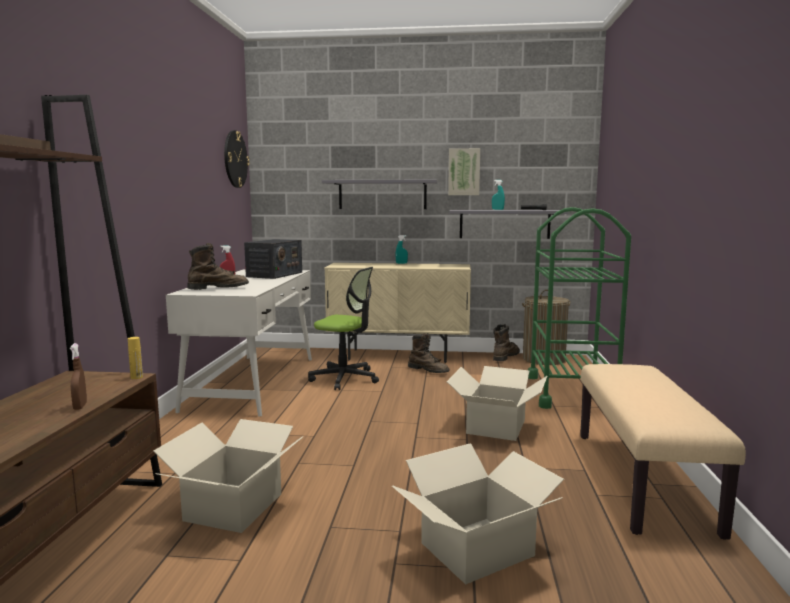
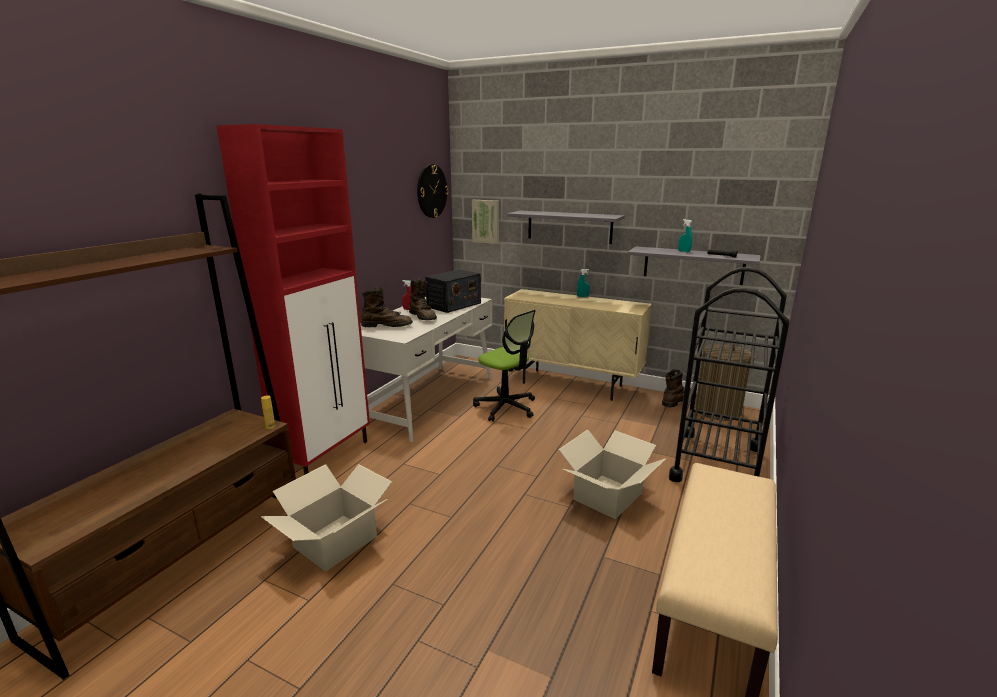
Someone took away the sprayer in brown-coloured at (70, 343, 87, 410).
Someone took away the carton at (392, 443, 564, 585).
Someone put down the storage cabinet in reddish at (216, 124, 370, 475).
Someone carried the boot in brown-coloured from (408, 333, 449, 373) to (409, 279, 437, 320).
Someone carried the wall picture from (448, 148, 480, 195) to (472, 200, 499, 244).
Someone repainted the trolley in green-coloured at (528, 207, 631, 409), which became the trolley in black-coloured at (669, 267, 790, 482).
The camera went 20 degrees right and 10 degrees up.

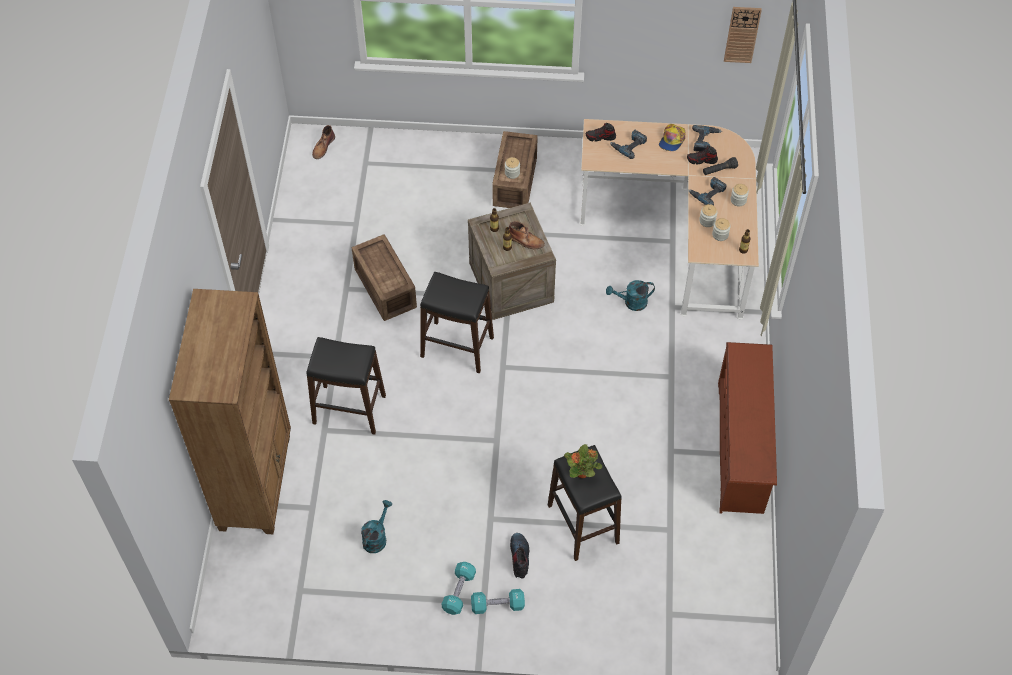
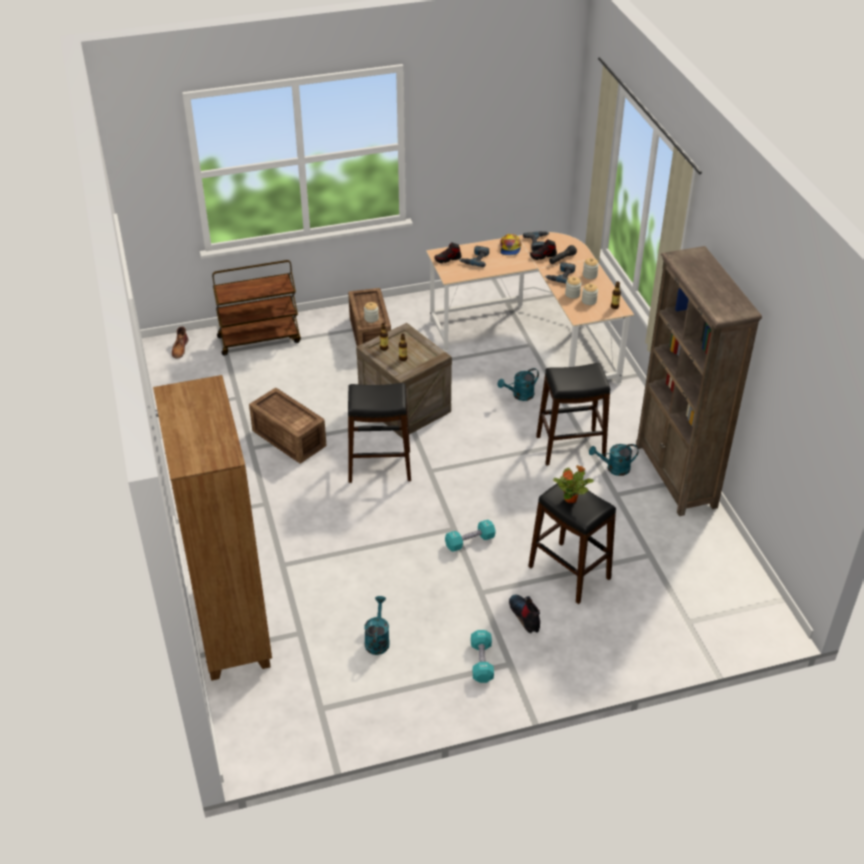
Someone took away the boot in brown-coloured at (509, 221, 545, 249).
Someone took away the wall clock at (724, 7, 762, 63).
Someone put down the trolley in brown-coloured at (212, 260, 301, 356).
Someone put down the watering can in turquoise-coloured at (589, 444, 638, 476).
Someone carried the sitting stool in black-coloured from (306, 337, 386, 435) to (536, 363, 610, 466).
Someone carried the hand weight in turquoise-coloured from (471, 589, 525, 614) to (445, 520, 496, 551).
Someone swapped the shoe shelf in brown-coloured at (718, 342, 777, 514) for the bookcase in brown-coloured at (636, 246, 762, 516).
The camera went 20 degrees left and 15 degrees down.

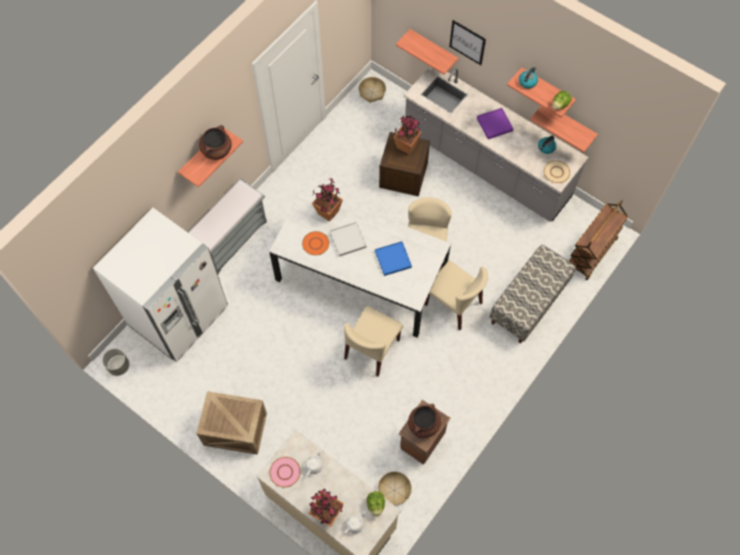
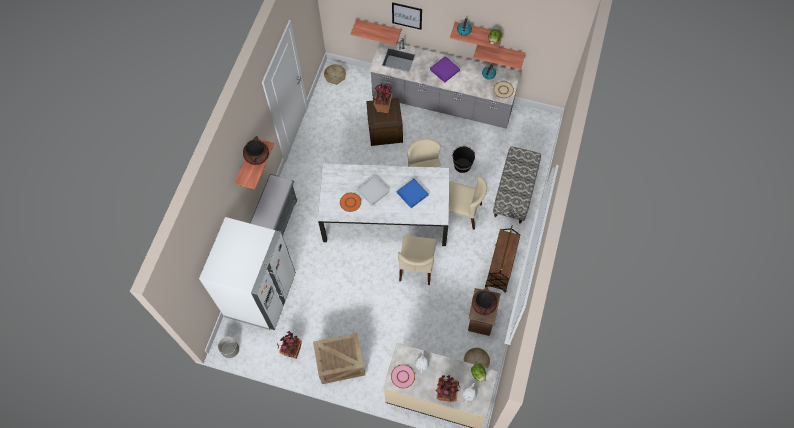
Someone put down the bucket in black-coloured at (452, 146, 475, 173).
Someone carried the houseplant from (312, 178, 343, 222) to (277, 331, 302, 359).
Someone carried the trolley in brown-coloured from (569, 200, 628, 280) to (485, 226, 520, 293).
The camera went 20 degrees left and 0 degrees up.

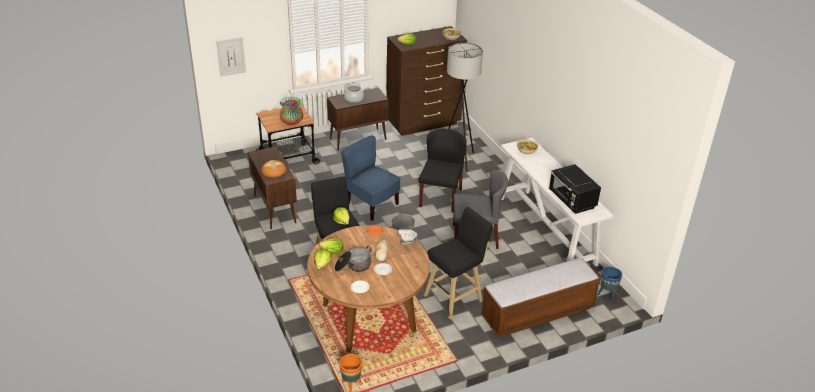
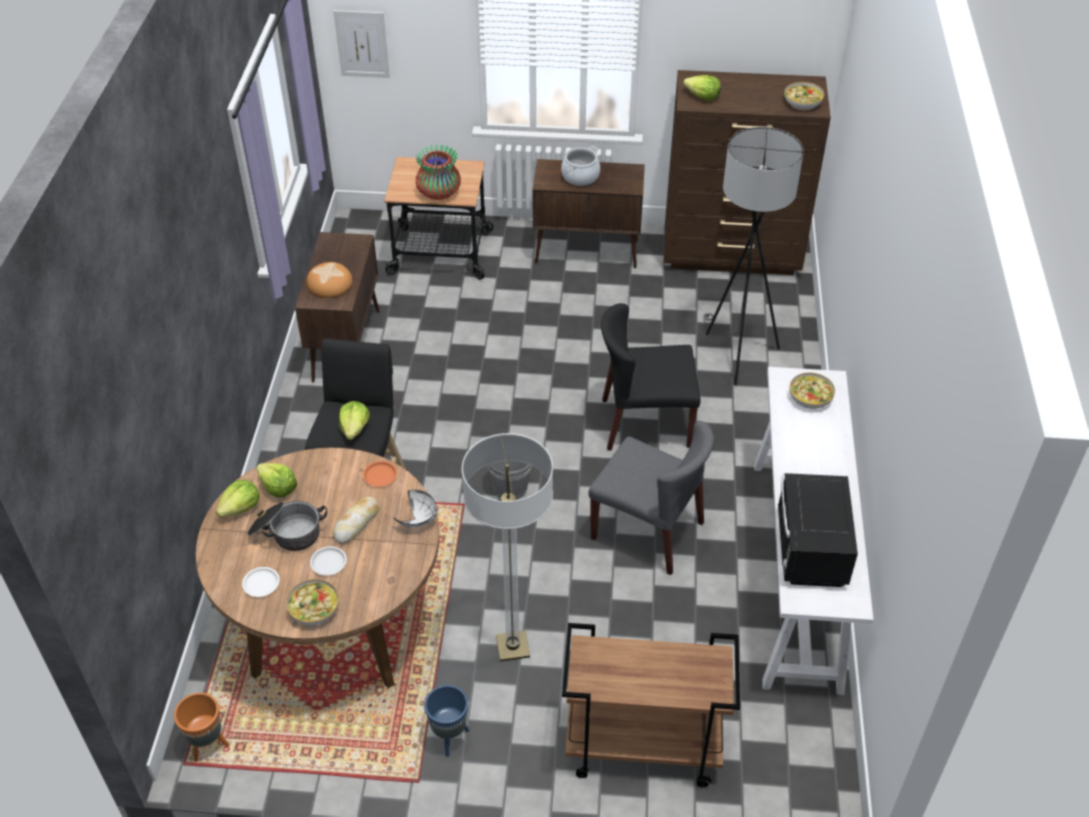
Someone took away the upright chair in blue-coloured at (341, 135, 400, 221).
Someone put down the deep dish at (286, 579, 339, 625).
Someone carried the plant pot in blue-coloured from (597, 267, 622, 302) to (424, 685, 469, 757).
Someone swapped the sitting stool in black-coloured at (424, 207, 493, 319) for the standing lamp at (462, 433, 553, 662).
Someone swapped the long seat at (481, 258, 601, 337) for the trolley in brown-coloured at (562, 623, 740, 787).
Someone rotated the upright chair in black-coloured at (418, 129, 467, 213) by 135 degrees counterclockwise.
The camera went 30 degrees right and 10 degrees up.

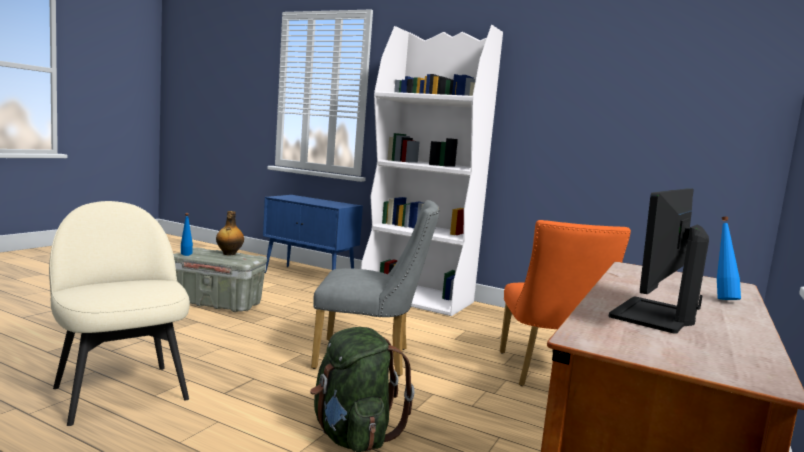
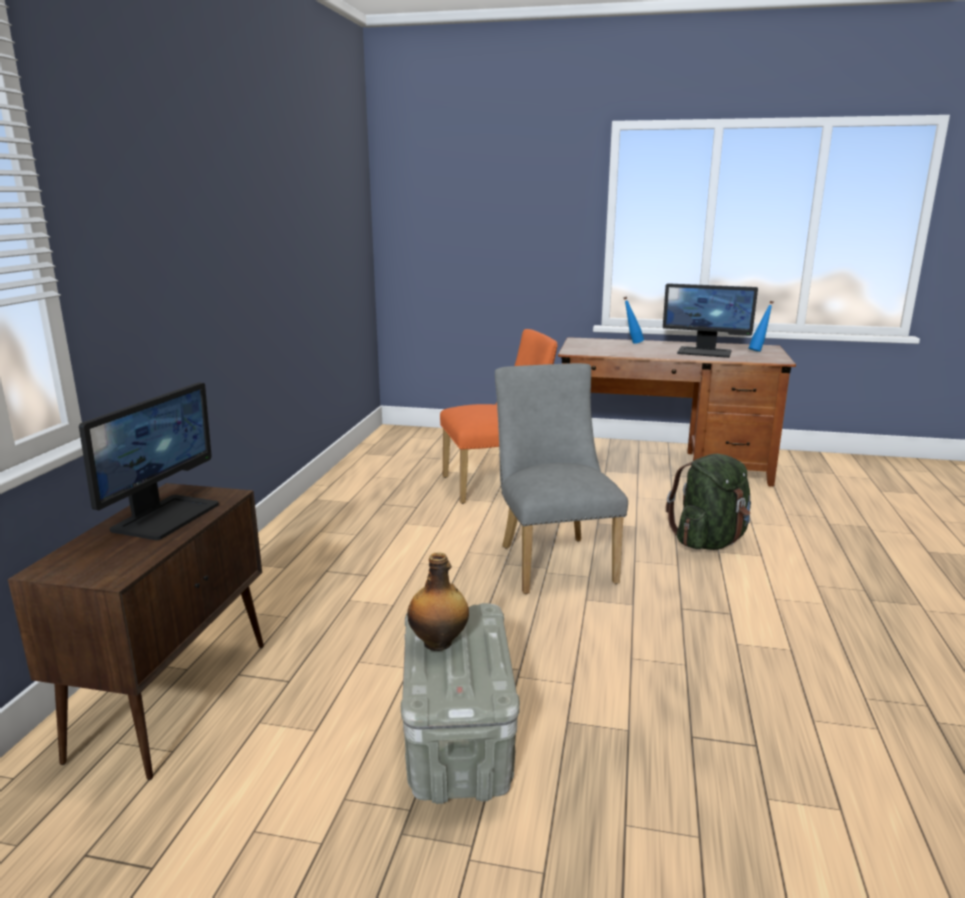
Someone took away the upright chair in sand-coloured at (49, 201, 190, 426).
Someone took away the bookcase in white at (361, 25, 503, 316).
Someone put down the monitor at (79, 382, 219, 540).
Someone carried the beverage bottle in blue-coloured from (181, 213, 193, 256) to (749, 301, 773, 352).
Someone repainted the storage cabinet in blue-coloured at (263, 195, 363, 273), which became the storage cabinet in brown-coloured at (8, 483, 264, 780).
The camera went 105 degrees left and 10 degrees up.

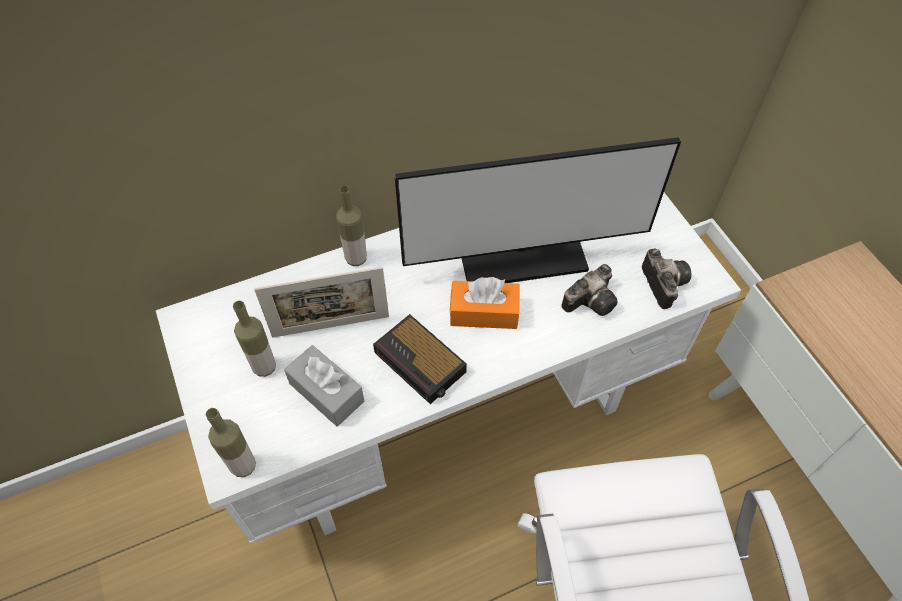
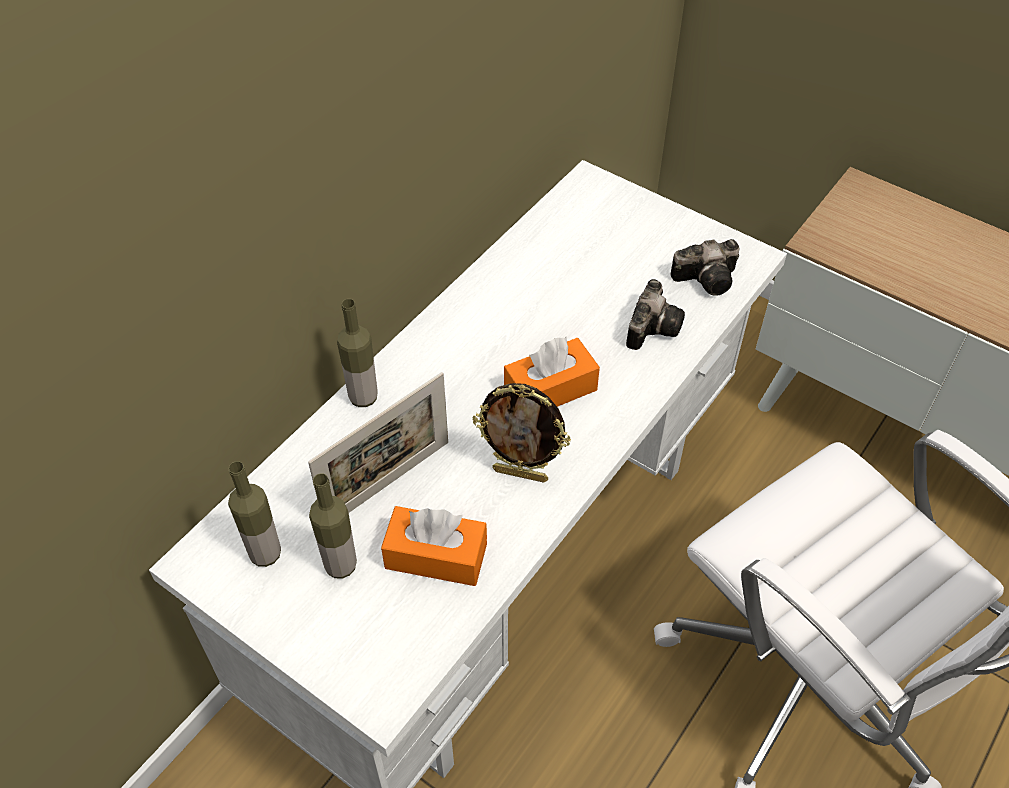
Someone took away the monitor at (394, 137, 681, 283).
Someone carried the beverage bottle from (206, 408, 256, 477) to (228, 461, 281, 567).
Someone swapped the bedside clock at (373, 314, 467, 404) for the photo frame at (473, 383, 571, 483).
Someone repainted the box of tissues in gray at (284, 345, 364, 427), which became the box of tissues in orangey at (381, 506, 487, 586).
Someone rotated the photo camera at (642, 249, 691, 309) by 120 degrees clockwise.
The camera went 30 degrees left and 5 degrees down.

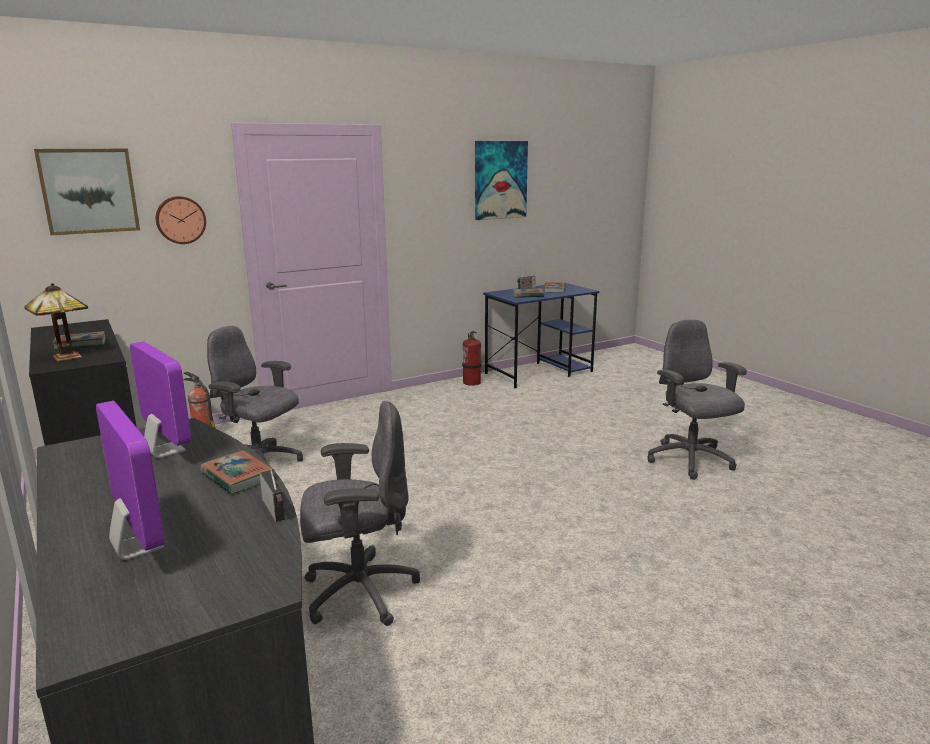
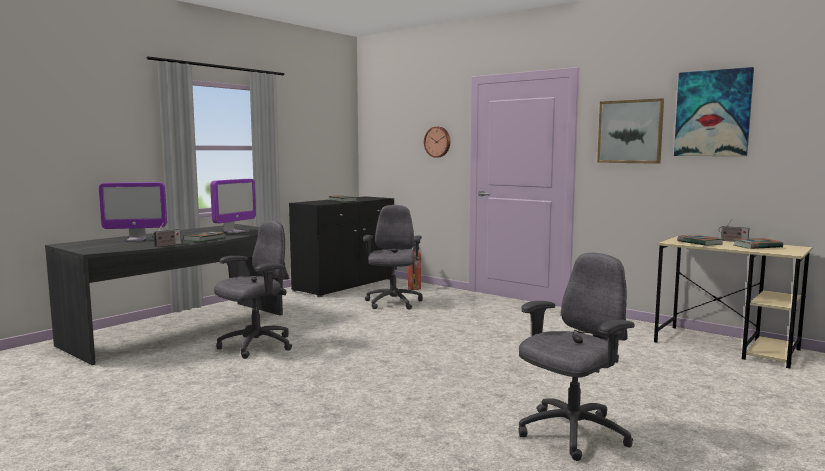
Someone took away the lamp for a table at (24, 283, 88, 361).
Someone took away the fire-fighting cylinder at (462, 331, 482, 386).
Someone carried the wall picture from (34, 149, 140, 235) to (597, 98, 664, 164).
Someone repainted the desk table in blue-coloured at (483, 283, 600, 389), which became the desk table in sand-coloured at (654, 236, 812, 368).
Someone rotated the monitor at (96, 401, 165, 560) by 45 degrees clockwise.
Someone rotated the desk chair in gray at (300, 401, 420, 626) by 105 degrees counterclockwise.
The camera went 70 degrees right and 10 degrees down.

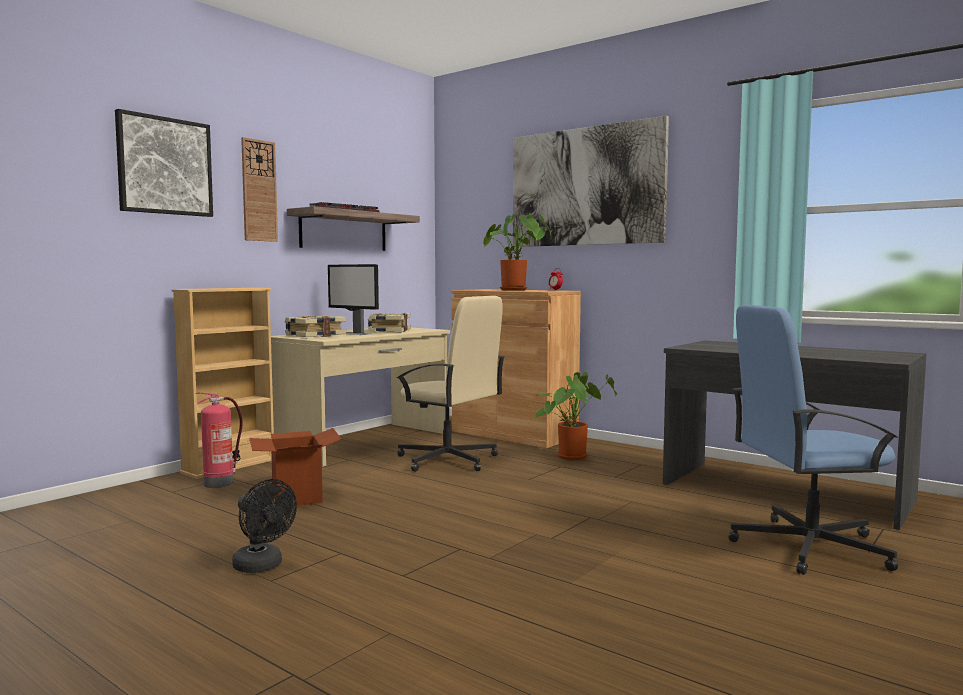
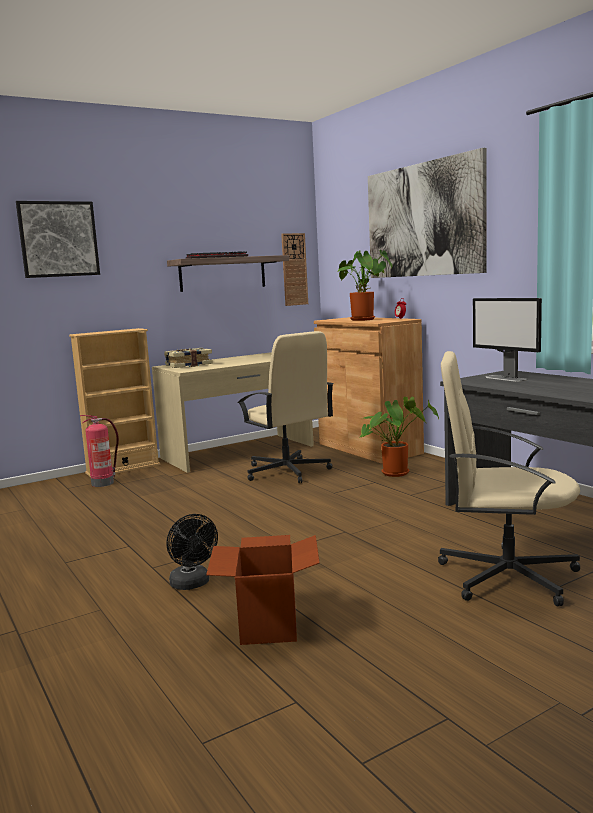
Someone took away the volume at (368, 313, 410, 332).
Someone carried the fan in black-coloured from (232, 479, 297, 573) to (166, 514, 218, 590).
Someone carried the wall clock from (241, 137, 278, 242) to (281, 233, 308, 306).
Someone carried the carton from (249, 428, 342, 506) to (206, 535, 320, 645).
Someone carried the monitor from (328, 264, 379, 335) to (473, 298, 542, 382).
Someone repainted the desk chair in blue-coloured at (728, 305, 899, 575), which became the desk chair in sand-coloured at (438, 351, 580, 606).
The camera went 20 degrees right and 5 degrees up.

